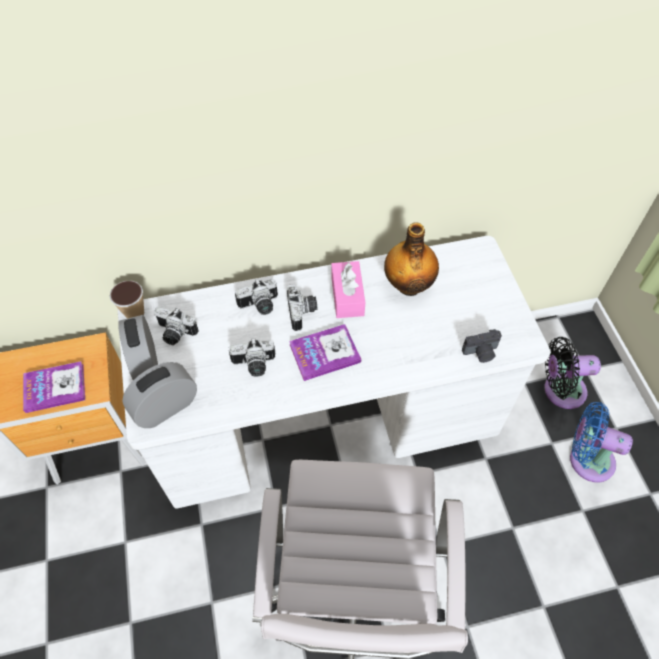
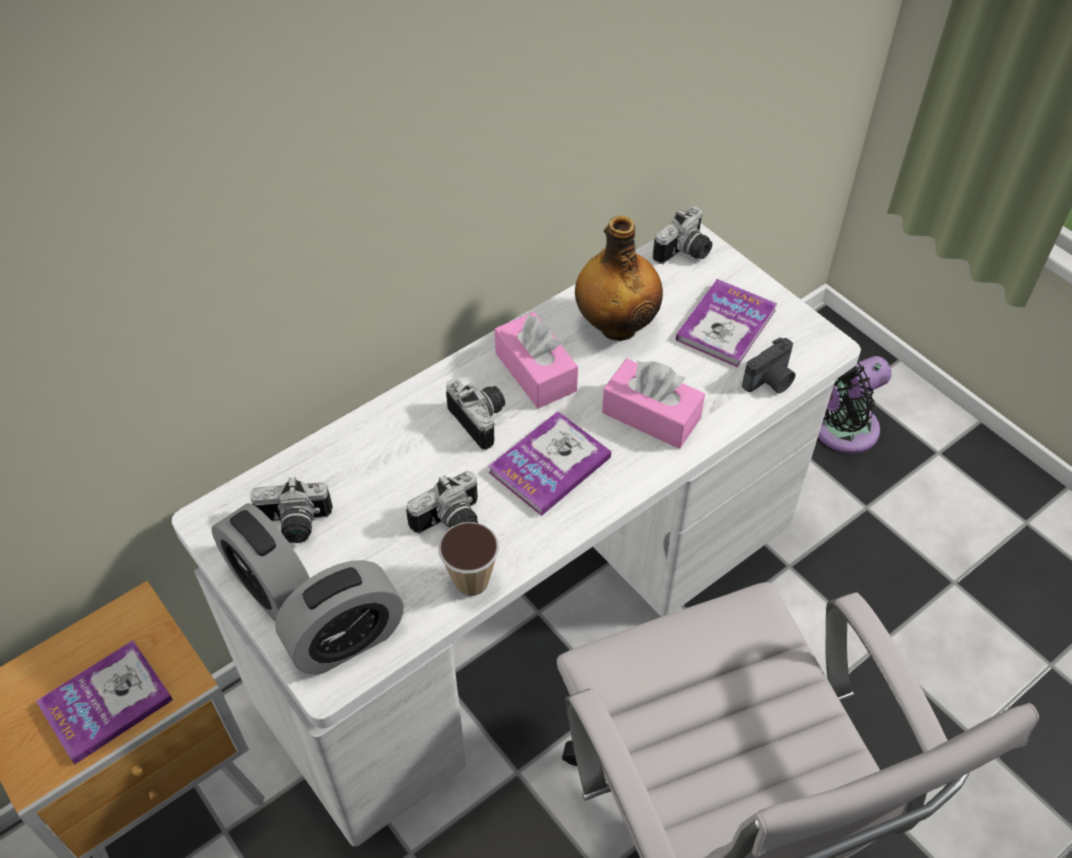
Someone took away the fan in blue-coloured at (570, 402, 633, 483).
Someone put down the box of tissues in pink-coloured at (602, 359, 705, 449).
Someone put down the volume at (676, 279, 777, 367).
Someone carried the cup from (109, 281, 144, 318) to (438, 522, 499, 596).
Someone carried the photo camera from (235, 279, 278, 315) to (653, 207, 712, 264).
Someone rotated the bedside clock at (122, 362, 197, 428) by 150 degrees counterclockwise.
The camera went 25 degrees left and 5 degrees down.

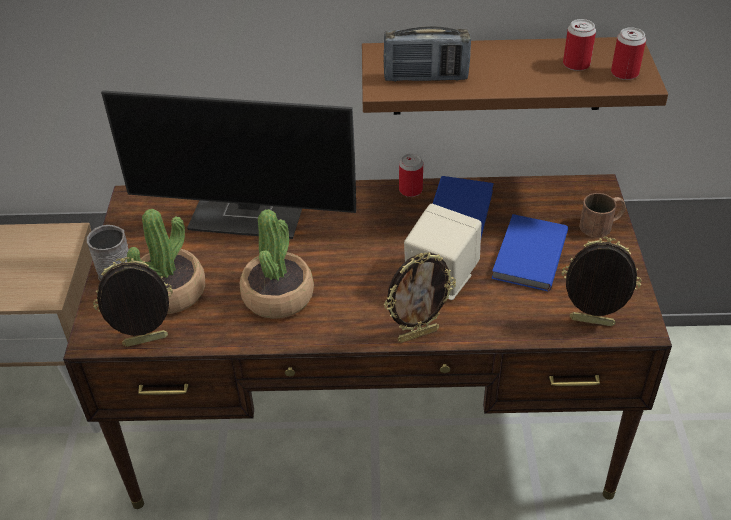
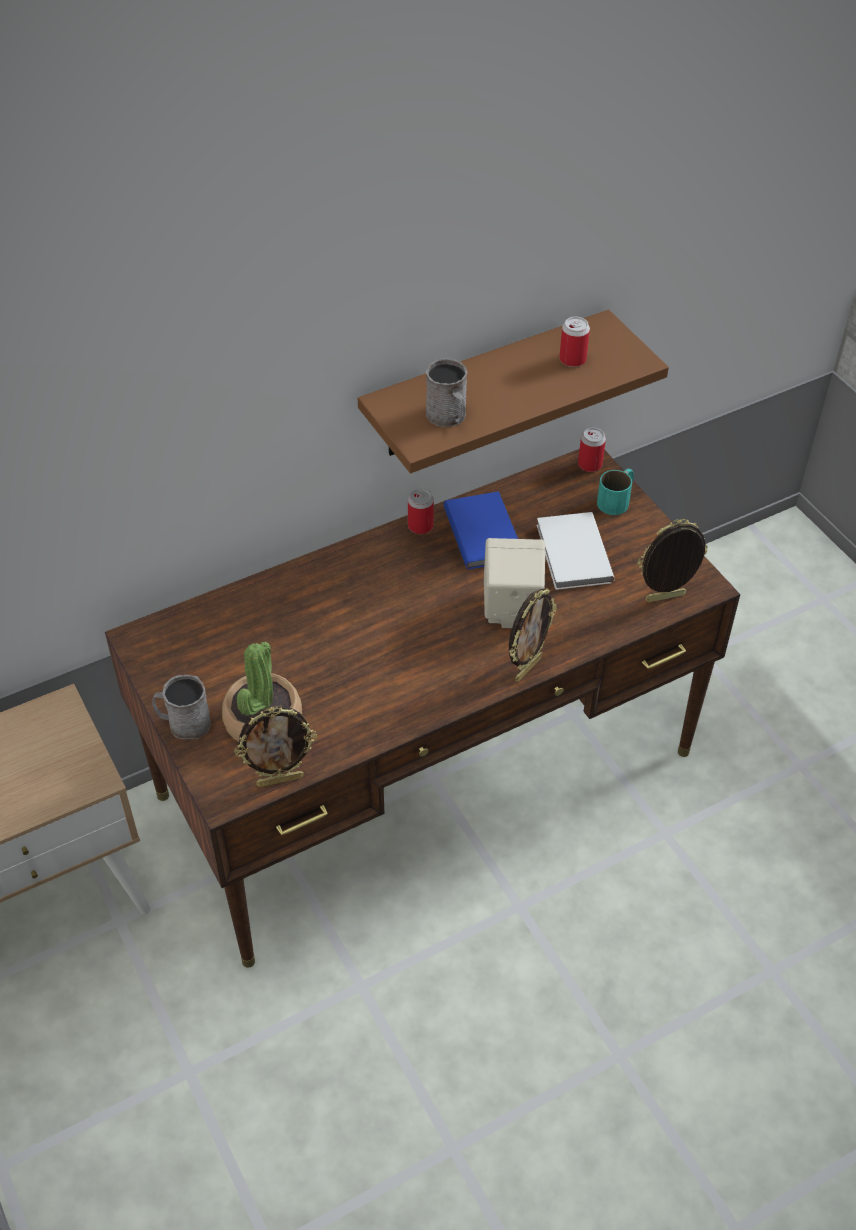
Someone took away the monitor at (101, 90, 356, 239).
Someone took away the houseplant at (240, 209, 314, 319).
Someone carried the metal can from (611, 27, 646, 80) to (578, 428, 606, 472).
Someone swapped the radio set at (384, 26, 471, 82) for the mug in gray at (426, 358, 467, 427).
Someone repainted the volume in blue-coloured at (491, 214, 568, 291), which became the volume in white at (536, 512, 615, 590).
Someone repainted the mug in brown-coloured at (579, 193, 626, 238), which became the mug in turquoise-coloured at (597, 469, 634, 515).
Someone rotated the photo frame at (93, 257, 173, 347) by 150 degrees counterclockwise.
The camera went 30 degrees left and 5 degrees up.

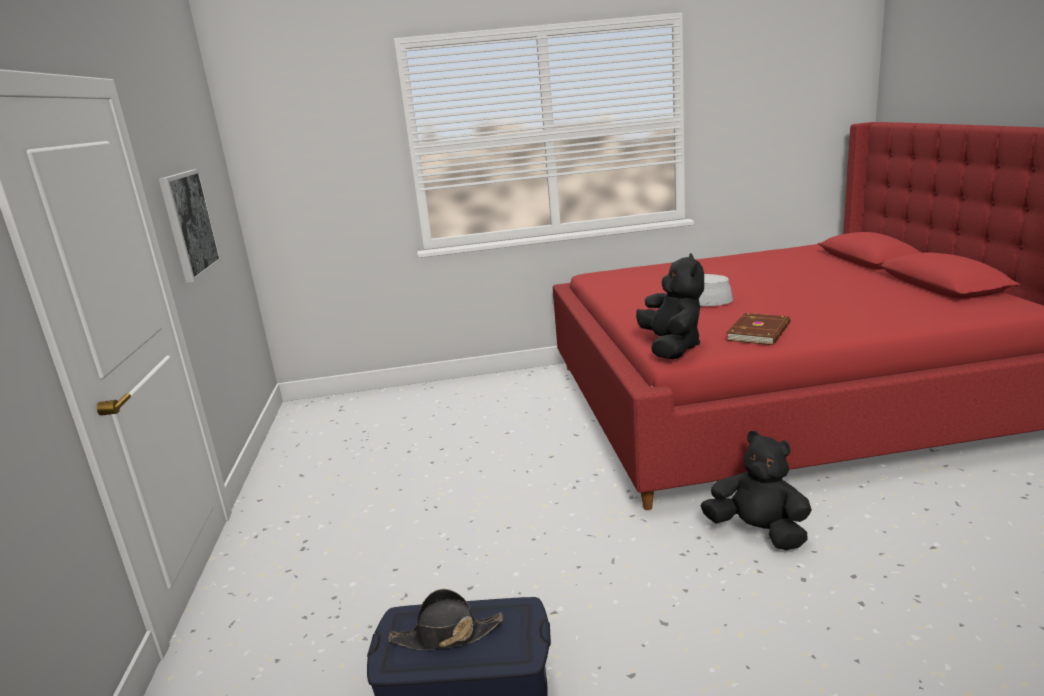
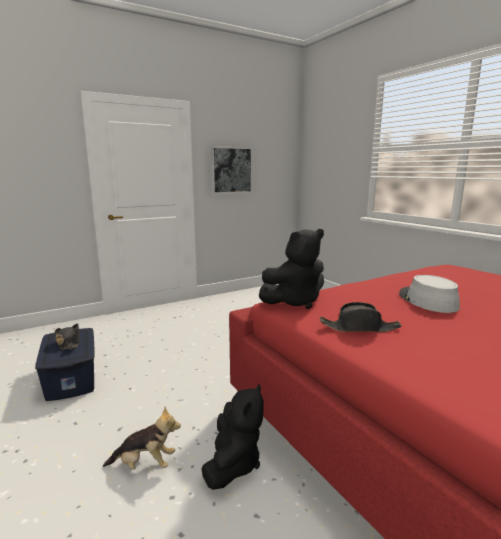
Someone put down the plush toy at (103, 407, 181, 470).
Someone swapped the volume in brown-coloured at (726, 313, 790, 345) for the hat in black-coloured at (320, 302, 402, 332).
The camera went 65 degrees right and 5 degrees down.

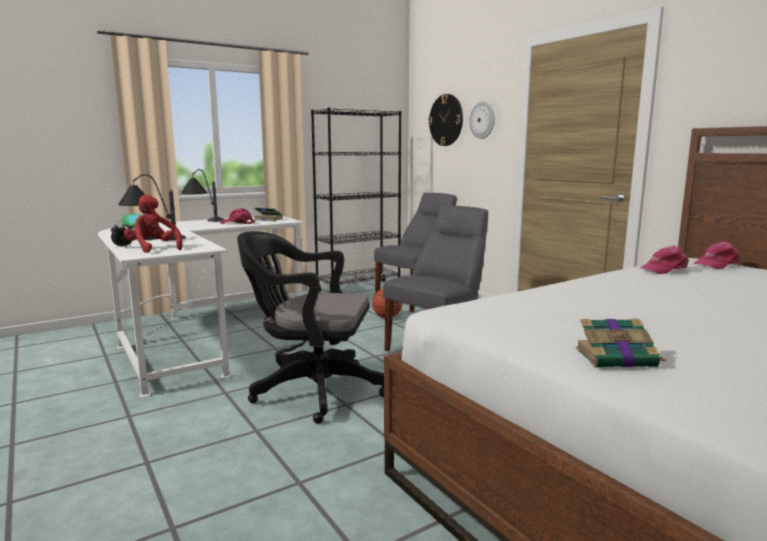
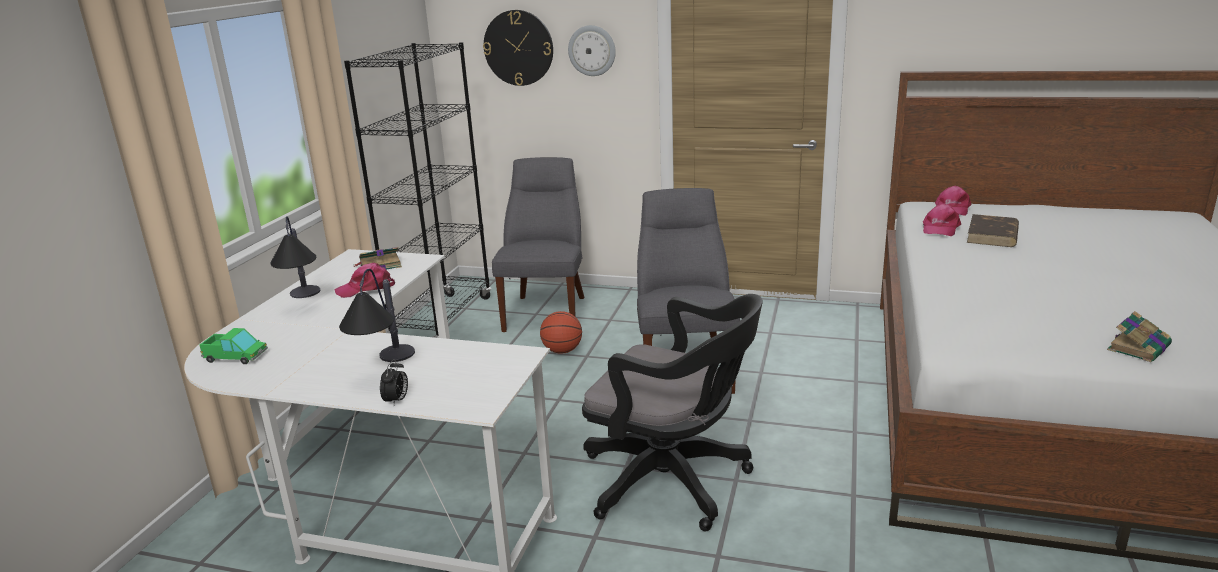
Someone took away the plush toy in reddish at (124, 195, 183, 253).
Someone put down the volume in brown-coloured at (967, 214, 1019, 247).
Someone rotated the desk chair in black-coloured at (237, 231, 384, 424) by 120 degrees counterclockwise.
The camera went 40 degrees left and 10 degrees up.

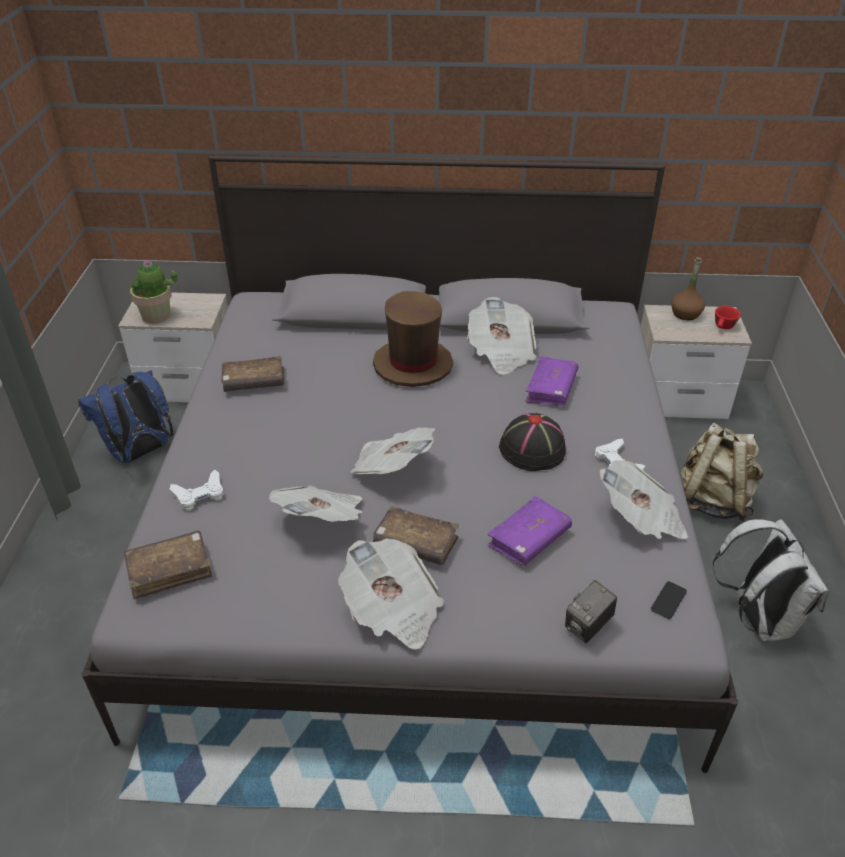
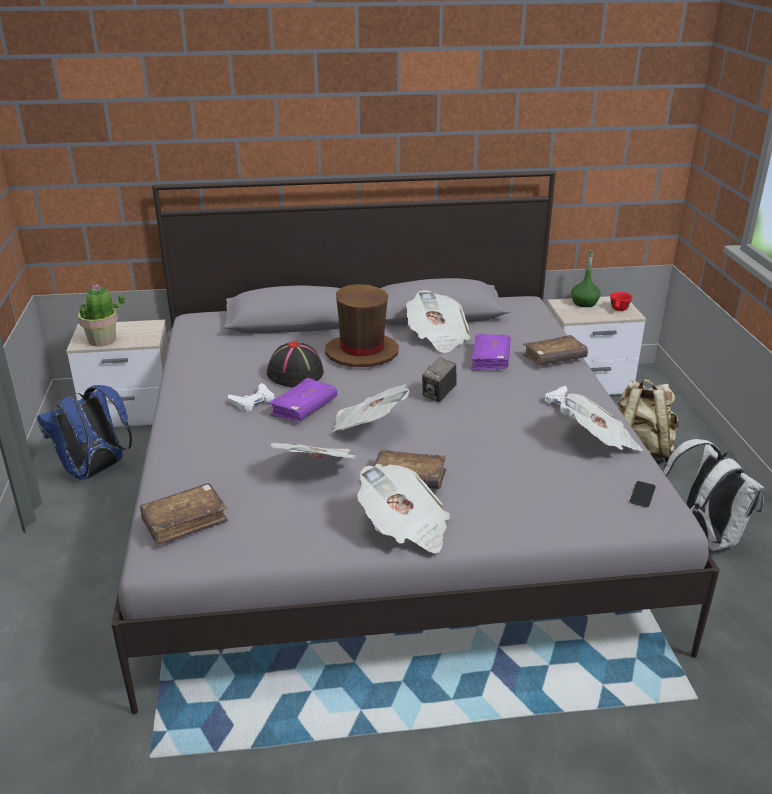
Someone carried the gamepad in white from (170, 470, 224, 511) to (228, 383, 274, 412).
Someone carried the volume in brown-coloured from (221, 356, 285, 392) to (523, 335, 588, 365).
Someone carried the volume in purple-coloured from (487, 496, 572, 566) to (268, 378, 337, 422).
Someone carried the hat in black-coloured from (499, 413, 566, 471) to (267, 341, 324, 387).
Someone carried the photo camera from (565, 580, 617, 643) to (422, 357, 457, 402).
Someone repainted the beverage bottle in brown-coloured at (671, 257, 705, 320), which became the beverage bottle in green-coloured at (571, 250, 601, 307).
The camera went 10 degrees left and 10 degrees down.

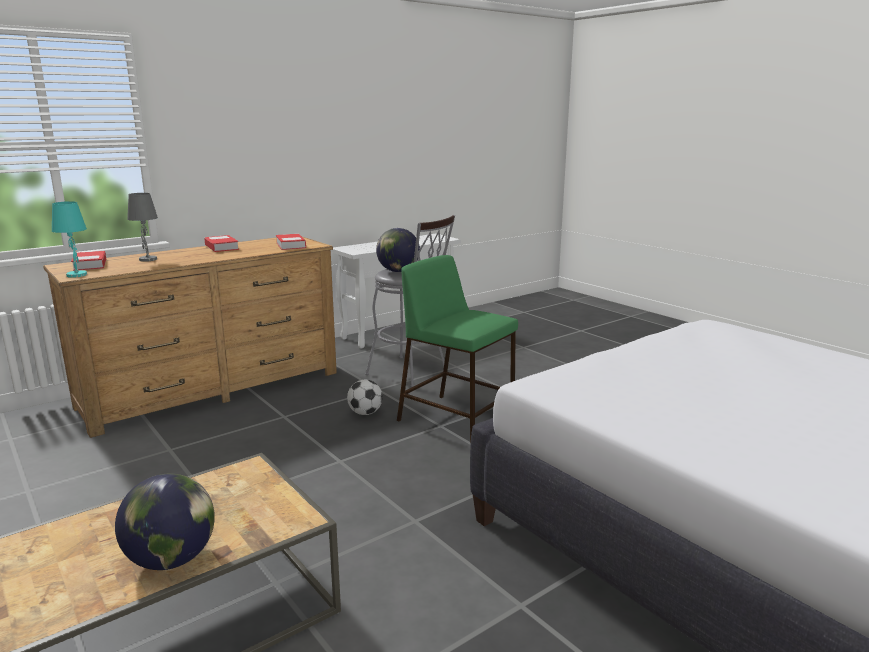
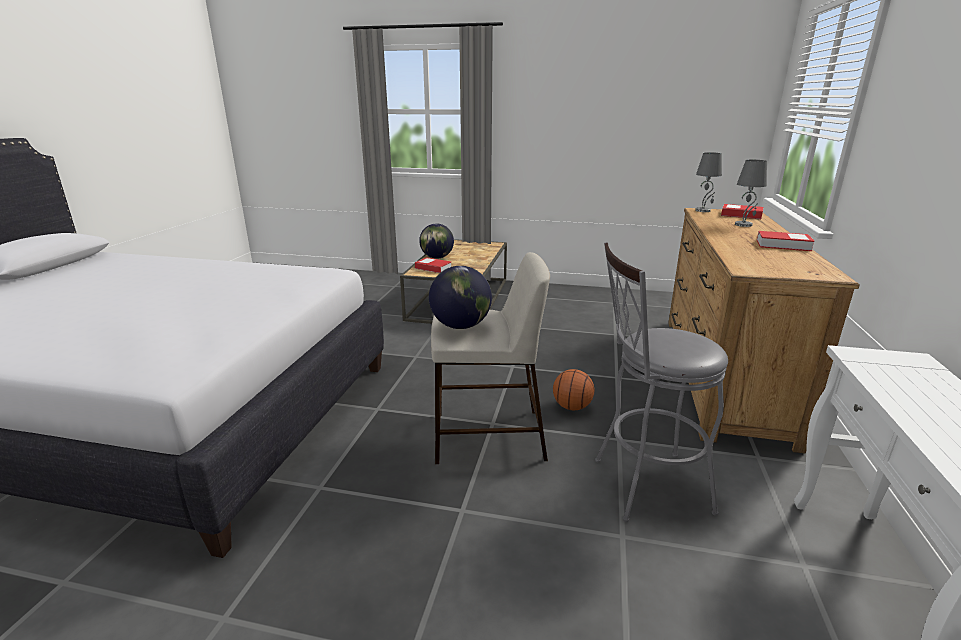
Someone carried the volume from (276, 234, 306, 250) to (415, 257, 451, 273).
Someone carried the world globe from (376, 228, 420, 272) to (429, 266, 492, 329).
Someone swapped the football at (347, 380, 383, 415) for the ball for basketball at (553, 369, 594, 410).
Someone repainted the lamp for a table in turquoise-coloured at (52, 201, 87, 278), which became the lamp for a table in gray at (695, 152, 722, 212).
Someone repainted the sitting stool in green-coloured at (397, 255, 518, 447), which became the sitting stool in sand-coloured at (431, 252, 550, 464).
The camera went 140 degrees right and 5 degrees up.

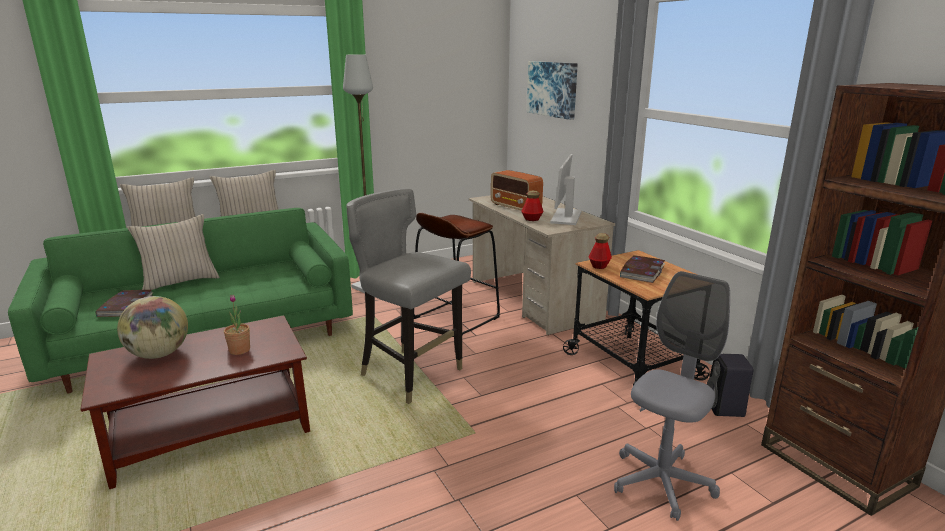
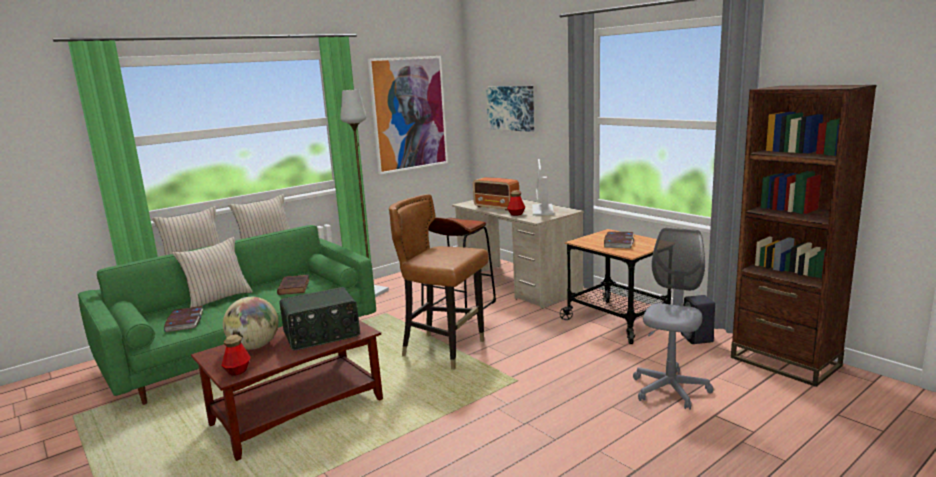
Someone put down the volume in brown-coloured at (277, 275, 309, 295).
Someone put up the wall picture at (368, 56, 448, 174).
Someone carried the beverage bottle from (589, 233, 612, 269) to (221, 335, 251, 376).
Someone swapped the houseplant at (224, 295, 250, 355) for the radio set at (280, 287, 360, 350).
Someone repainted the upright chair in gray at (346, 188, 471, 404), which became the upright chair in brown-coloured at (389, 194, 488, 370).
The camera went 10 degrees left and 5 degrees down.

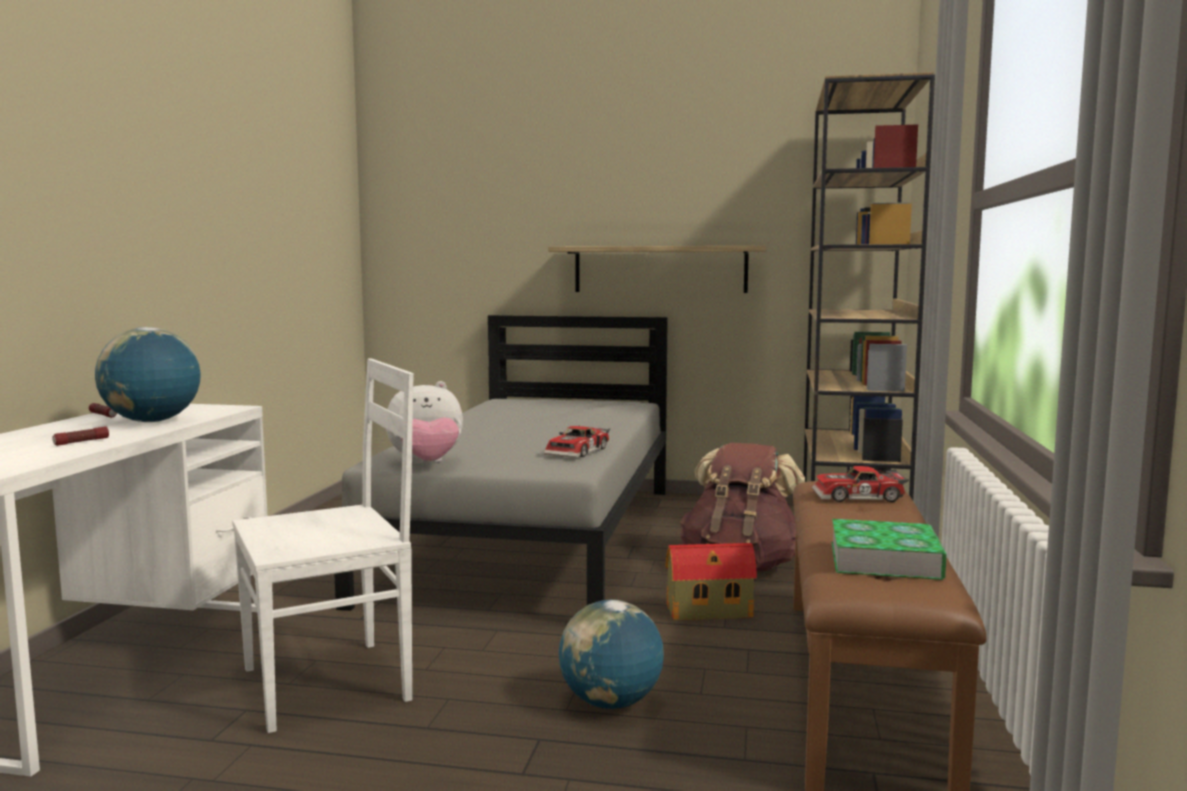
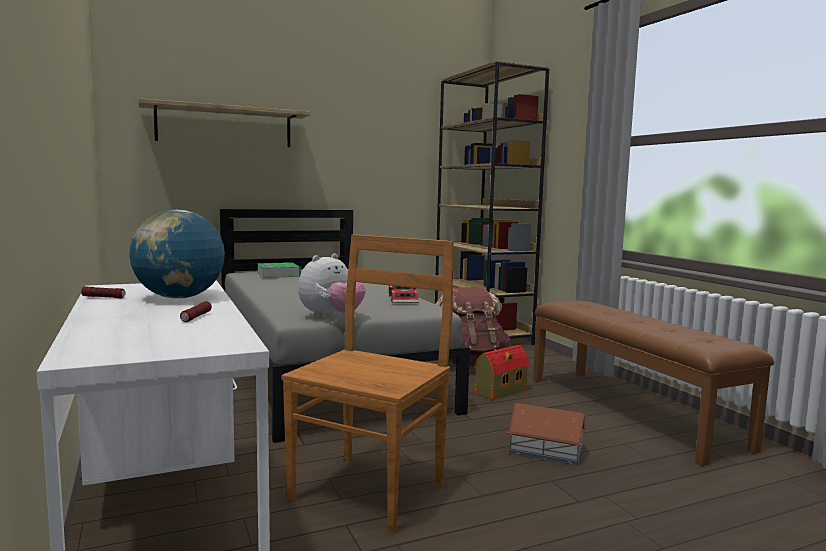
Someone took away the model car at (812, 466, 909, 502).
Someone carried the shelf from (548, 246, 766, 293) to (138, 98, 311, 147).
Someone carried the volume from (831, 519, 947, 580) to (257, 262, 301, 278).
Someone swapped the world globe at (559, 600, 664, 709) for the miniature house at (508, 403, 586, 466).
Someone repainted the upright chair in white at (232, 358, 414, 733), which became the upright chair in brown-coloured at (281, 234, 454, 533).
The camera went 35 degrees left and 0 degrees up.

